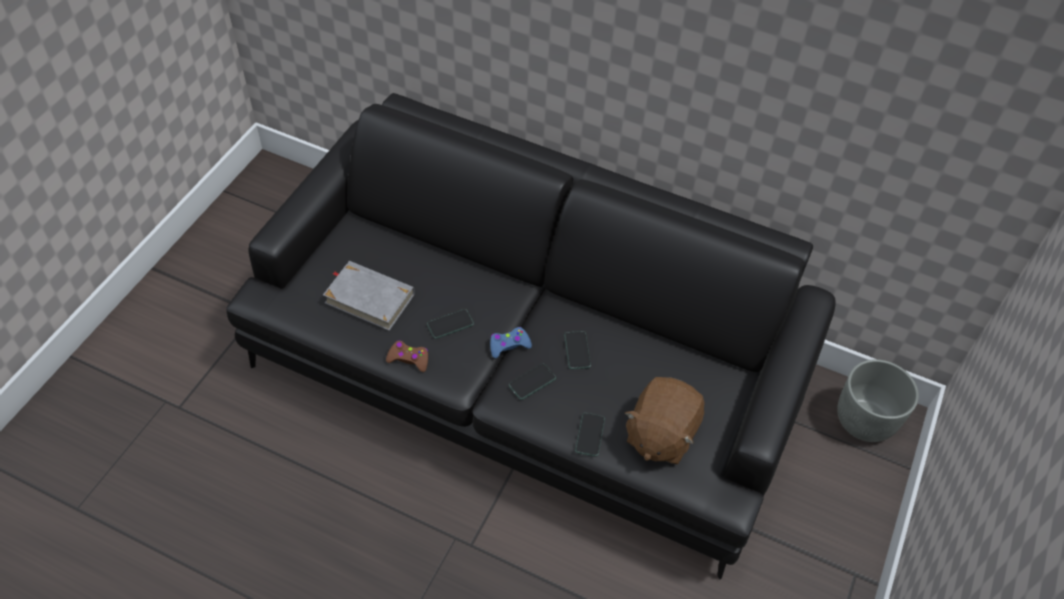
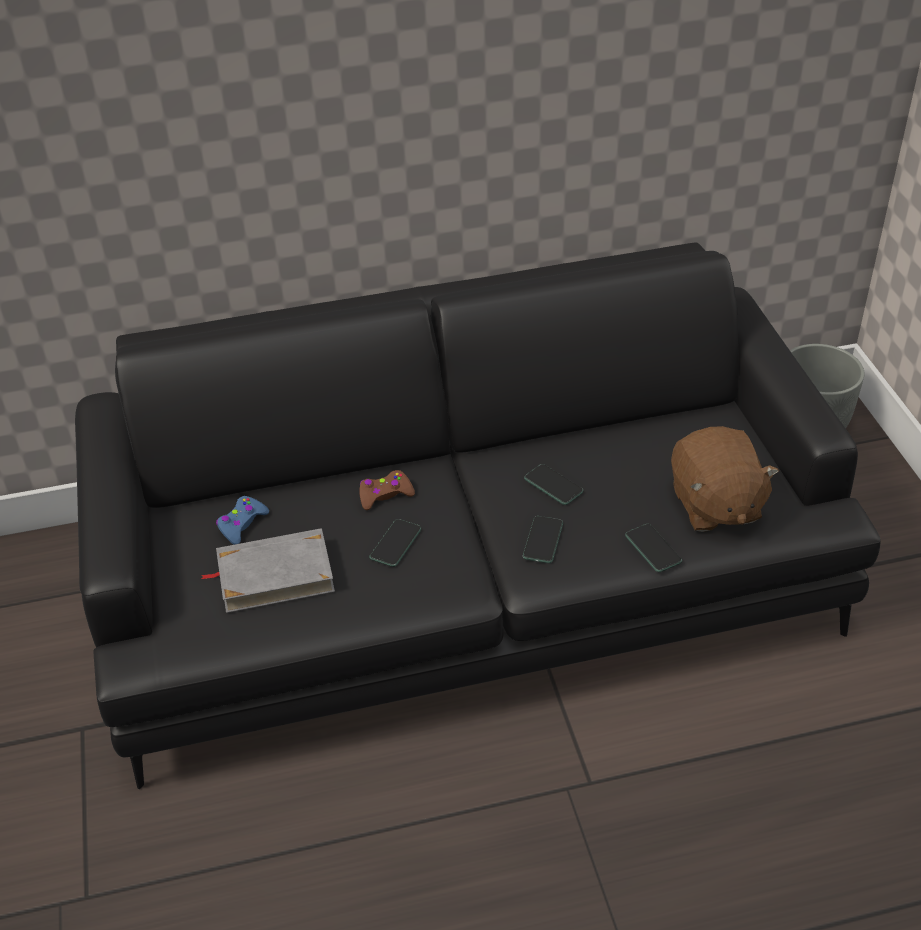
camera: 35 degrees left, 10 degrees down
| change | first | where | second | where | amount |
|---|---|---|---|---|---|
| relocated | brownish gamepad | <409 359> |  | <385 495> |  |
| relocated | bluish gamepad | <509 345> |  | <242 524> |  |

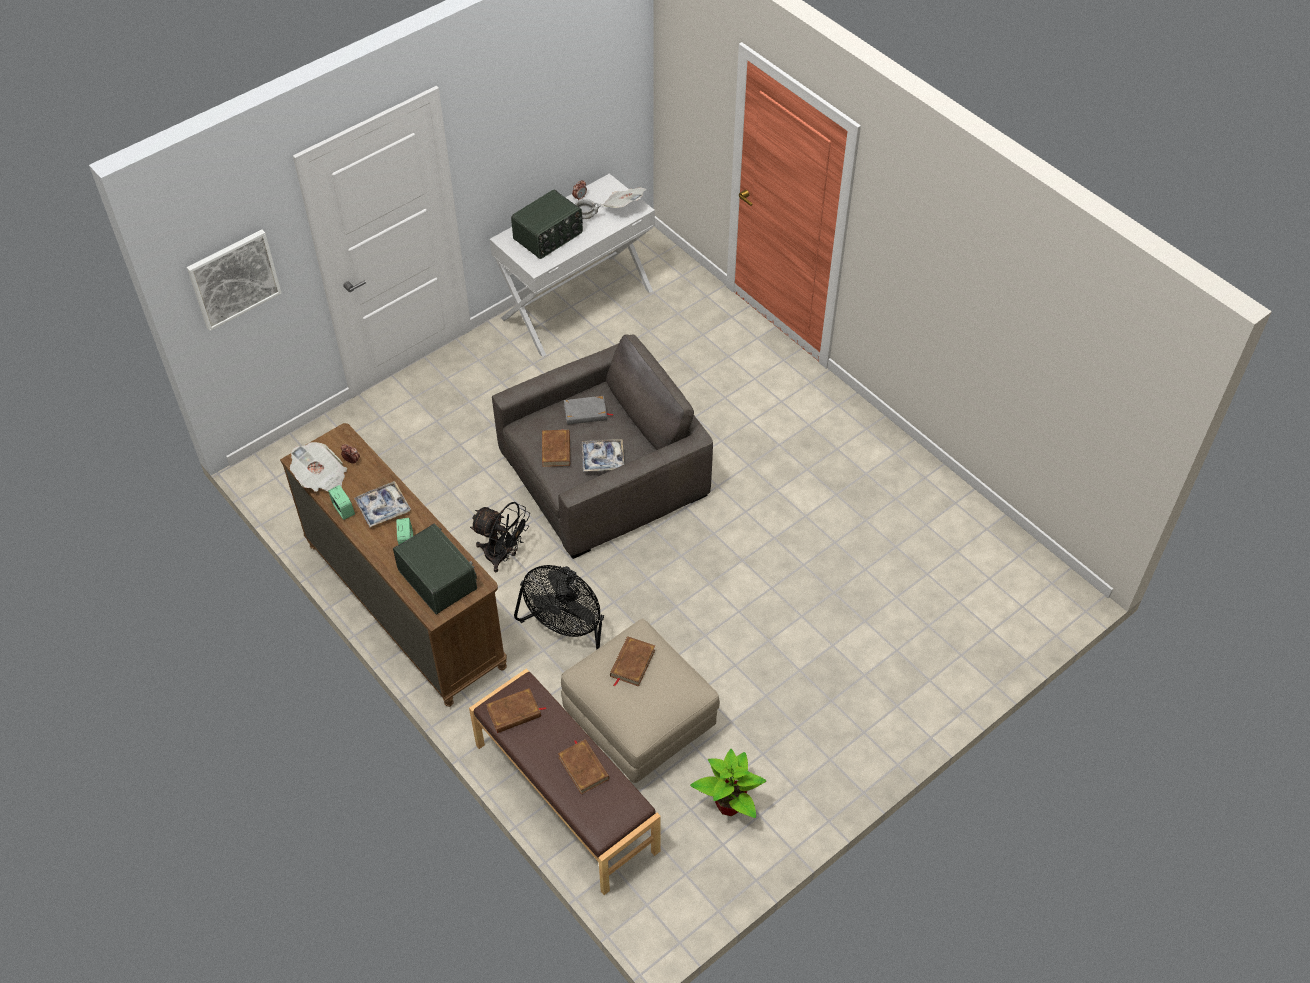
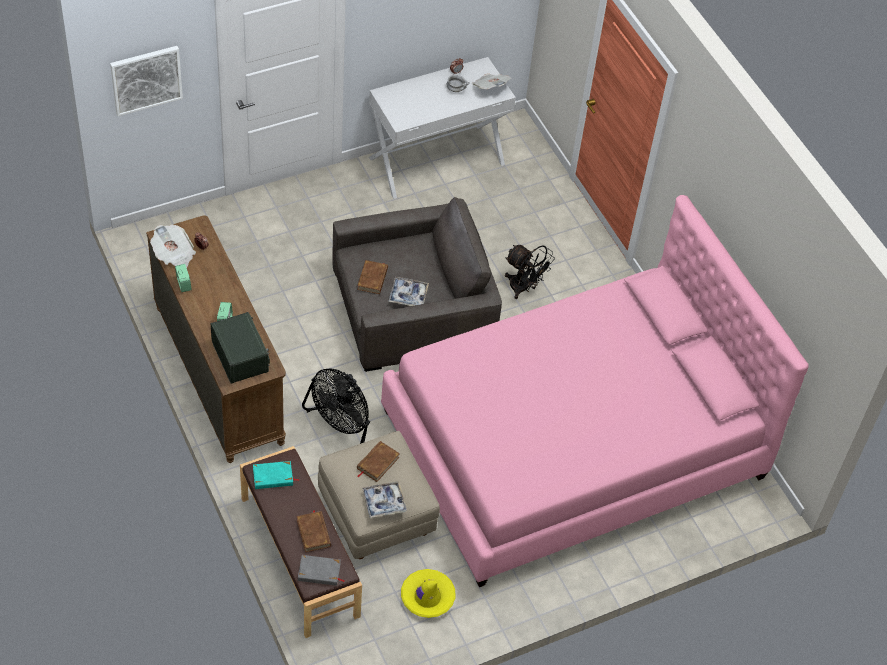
camera: 10 degrees right, 0 degrees up
| change | first | where | second | where | amount |
|---|---|---|---|---|---|
| relocated | tray | <383 508> |  | <384 502> |  |
| relocated | black-coloured cooling fan | <503 556> |  | <523 288> |  |
| colour | brownish book | <514 713> | turquoise book | <273 477> |  |
| missing | radio receiver | <549 237> |  |  |  |
| relocated | grey book | <585 413> |  | <319 572> |  |
| exchanged | houseplant | <730 805> | yellowish clothing hat | <427 597> |  |
| appeared |  |  | pink bedroom bed | <573 444> |  |

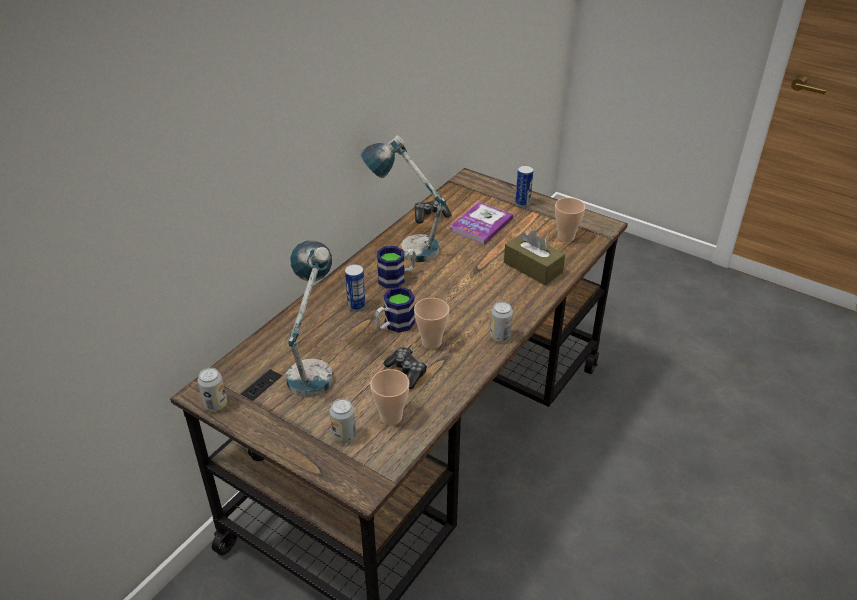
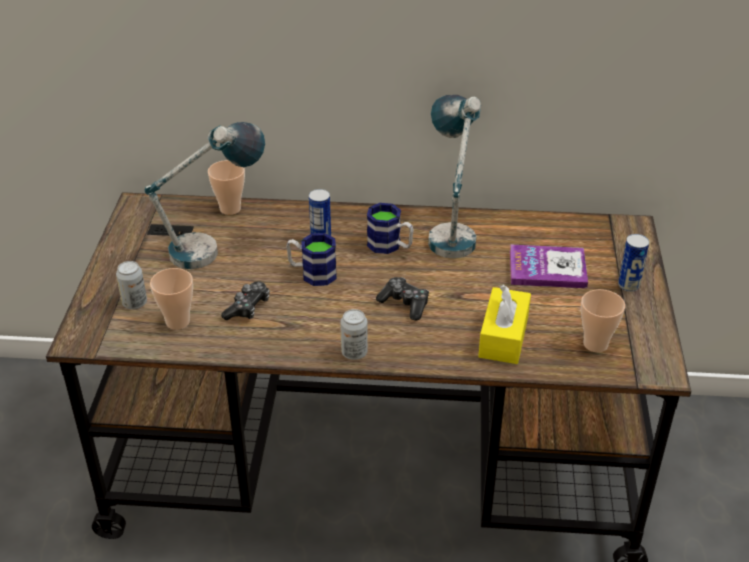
camera: 60 degrees right, 0 degrees up
| change | first | where | second | where | amount |
|---|---|---|---|---|---|
| missing | sealed can | <215 404> |  |  |  |
| relocated | drinking cup | <431 342> |  | <230 209> |  |
| relocated | gamepad | <430 215> |  | <405 304> |  |
| colour | brownish tissue holder | <533 268> | yellowish tissue holder | <503 337> |  |

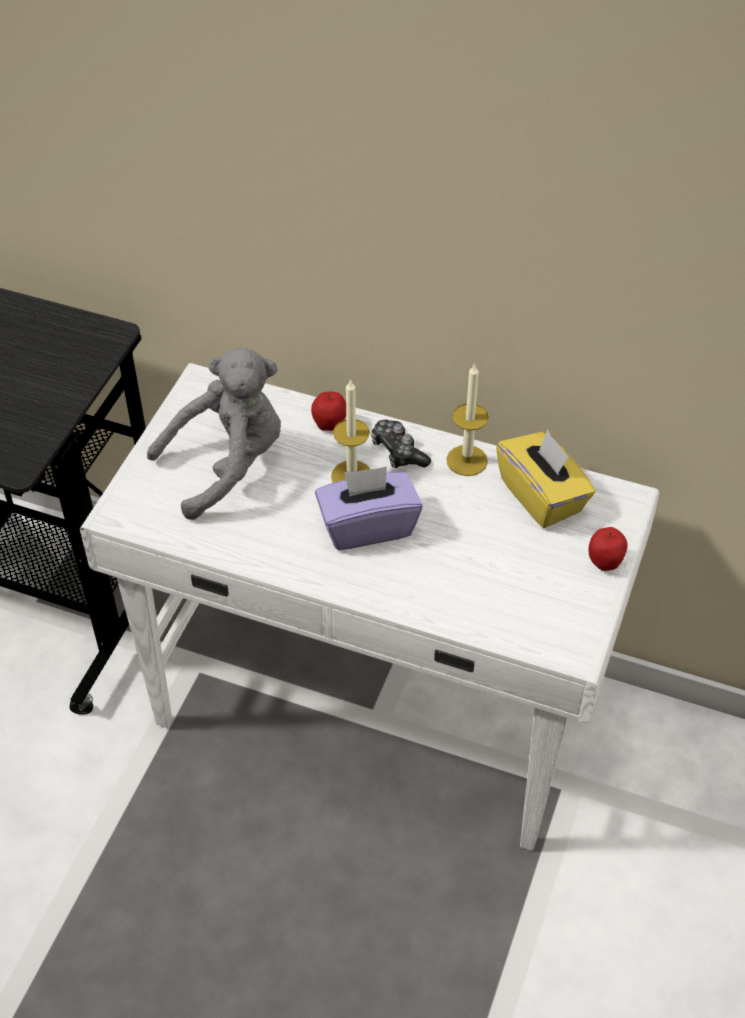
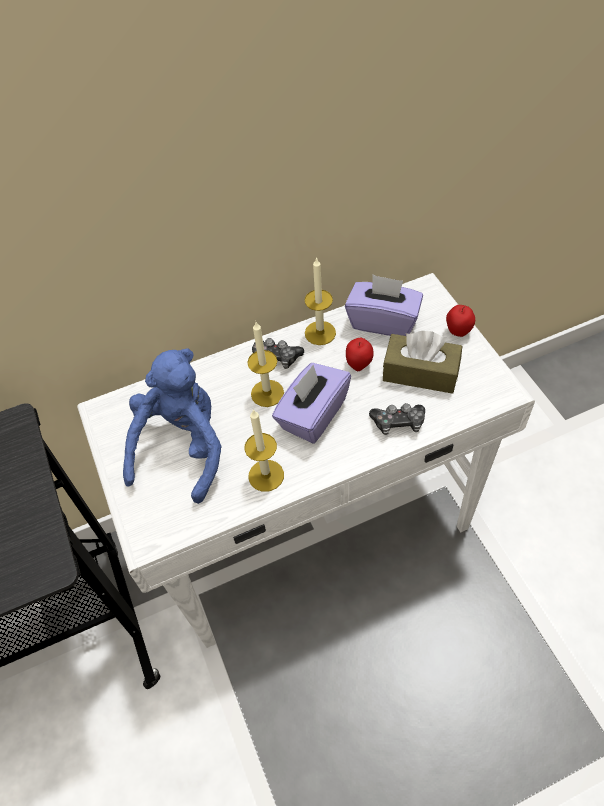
camera: 40 degrees left, 5 degrees up
| change | first | where | second | where | amount |
|---|---|---|---|---|---|
| colour | grey soft toy | <228 465> | bluish soft toy | <182 447> |  |
| relocated | whole apple | <330 426> |  | <359 365> |  |
| colour | yellowish tissue holder | <542 496> | purplish tissue holder | <383 321> |  |
| appeared |  |  | wax light | <266 475> |  |
| appeared |  |  | gamepad | <398 423> |  |
| appeared |  |  | brownish tissue holder | <420 373> |  |

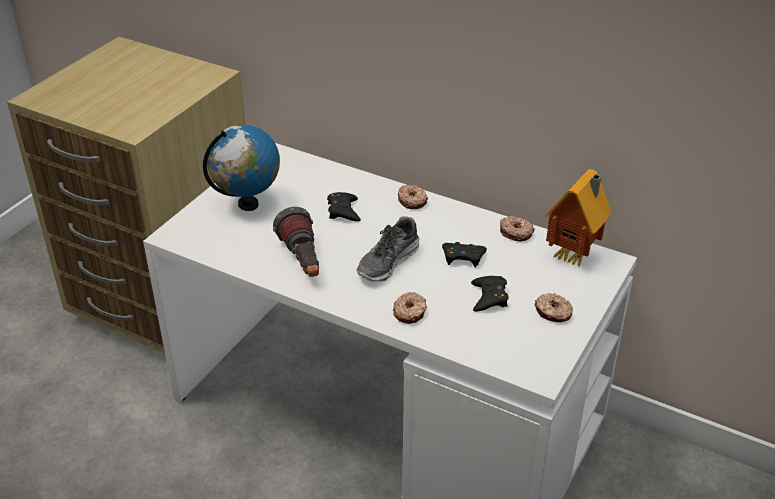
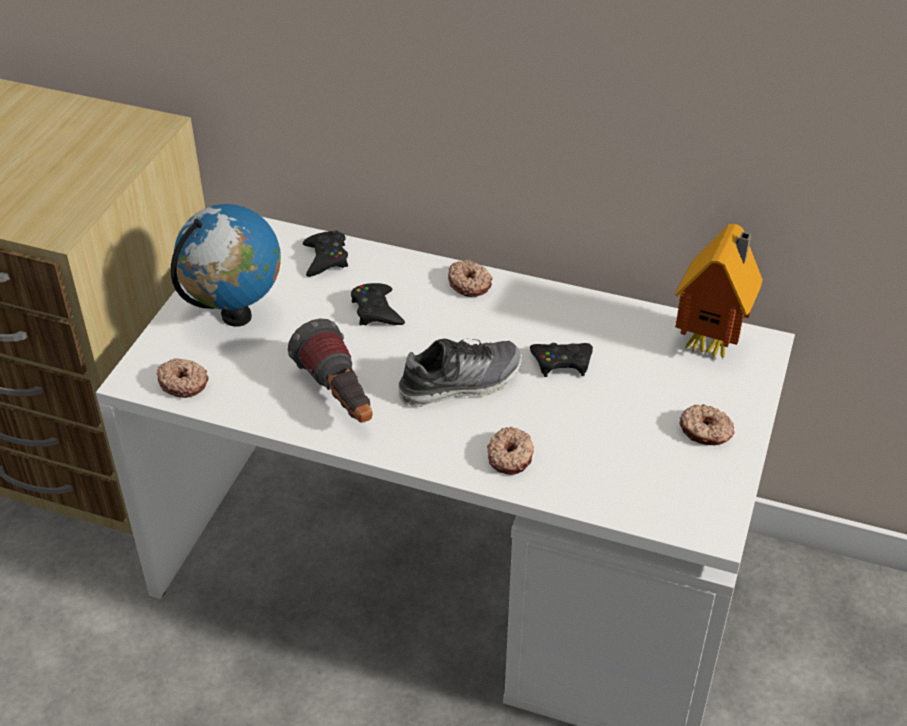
camera: 10 degrees left, 5 degrees up
| change | first | where | second | where | amount |
|---|---|---|---|---|---|
| spun | shoe | <388 262> |  | <460 383> | 135 degrees counterclockwise |
| relocated | black-coloured gamepad | <489 297> |  | <326 258> |  |
| relocated | doughnut | <516 232> |  | <183 383> |  |

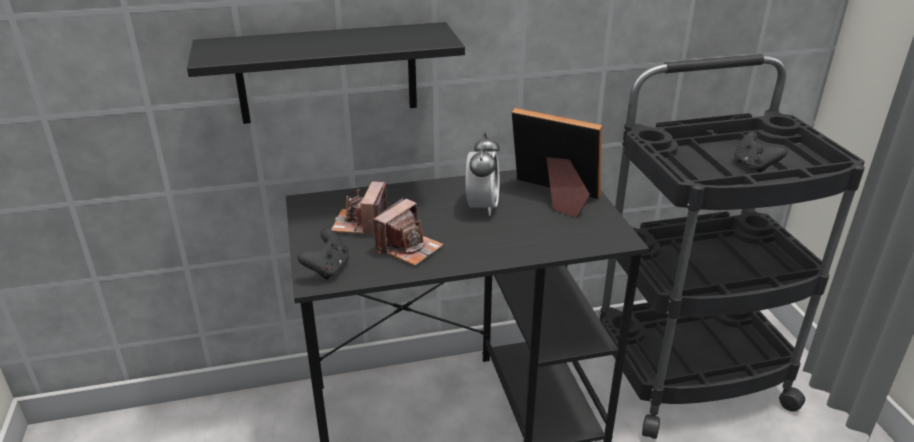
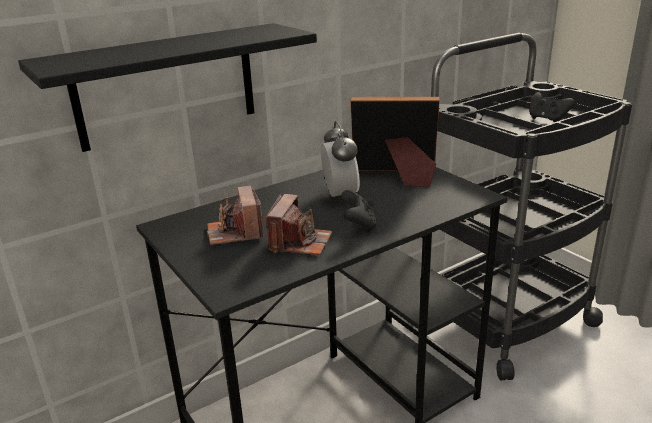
camera: 20 degrees left, 5 degrees down
| change | first | where | second | where | amount |
|---|---|---|---|---|---|
| relocated | black-coloured gamepad | <327 269> |  | <359 225> |  |

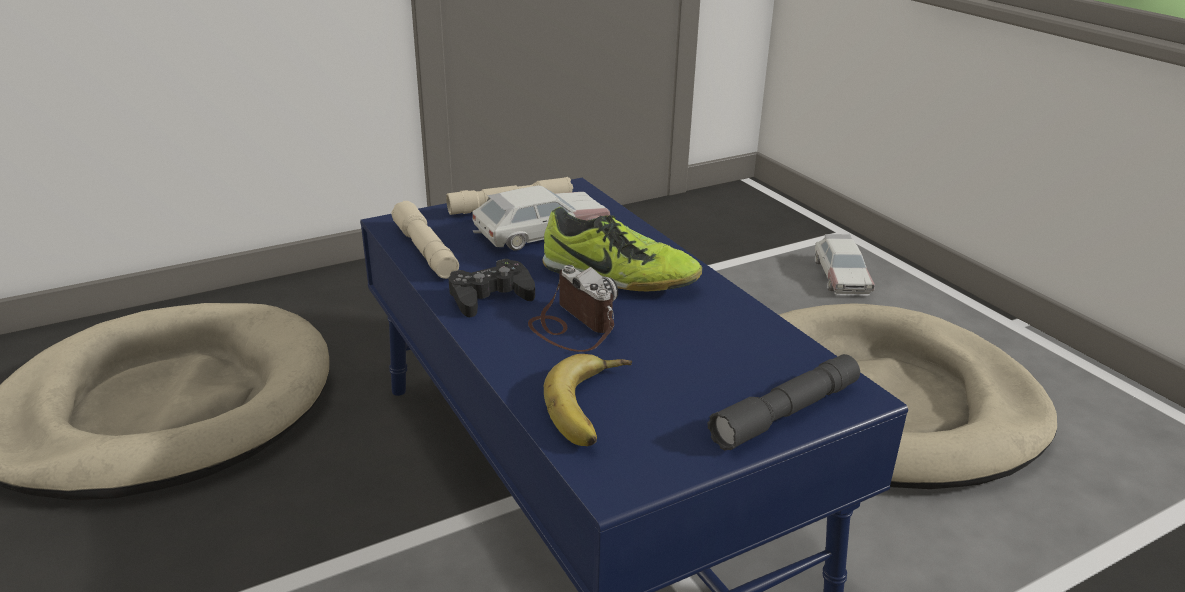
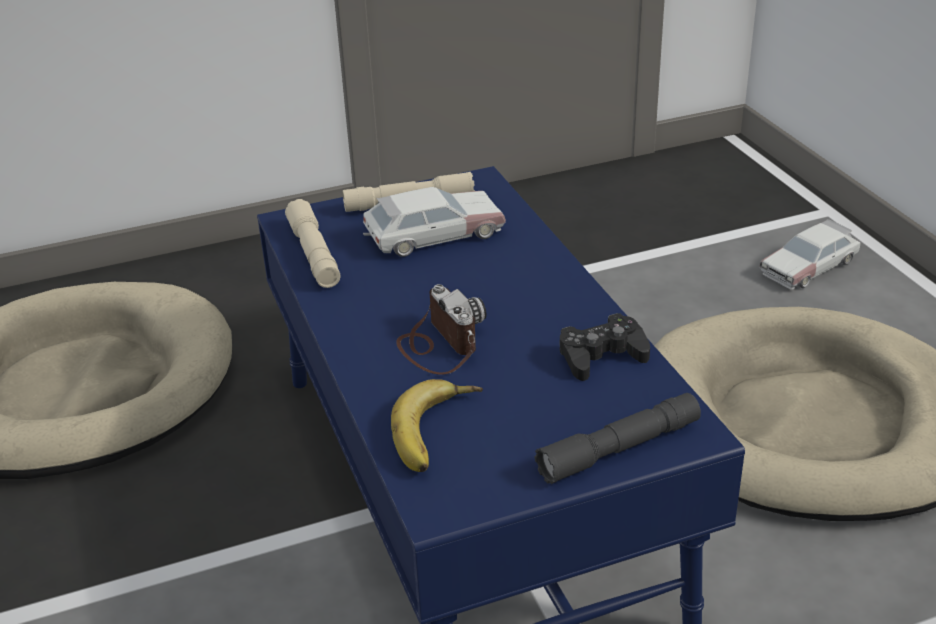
camera: 10 degrees right, 5 degrees up
| change | first | where | second | where | amount |
|---|---|---|---|---|---|
| relocated | black-coloured gamepad | <490 297> |  | <601 356> |  |
| missing | shoe | <618 278> |  |  |  |
| spun | miniature car | <841 276> |  | <809 266> | 45 degrees clockwise |

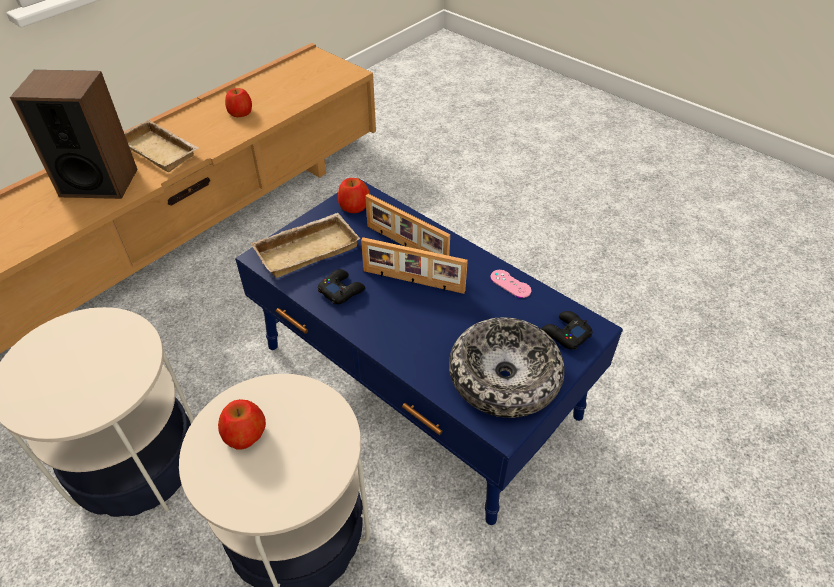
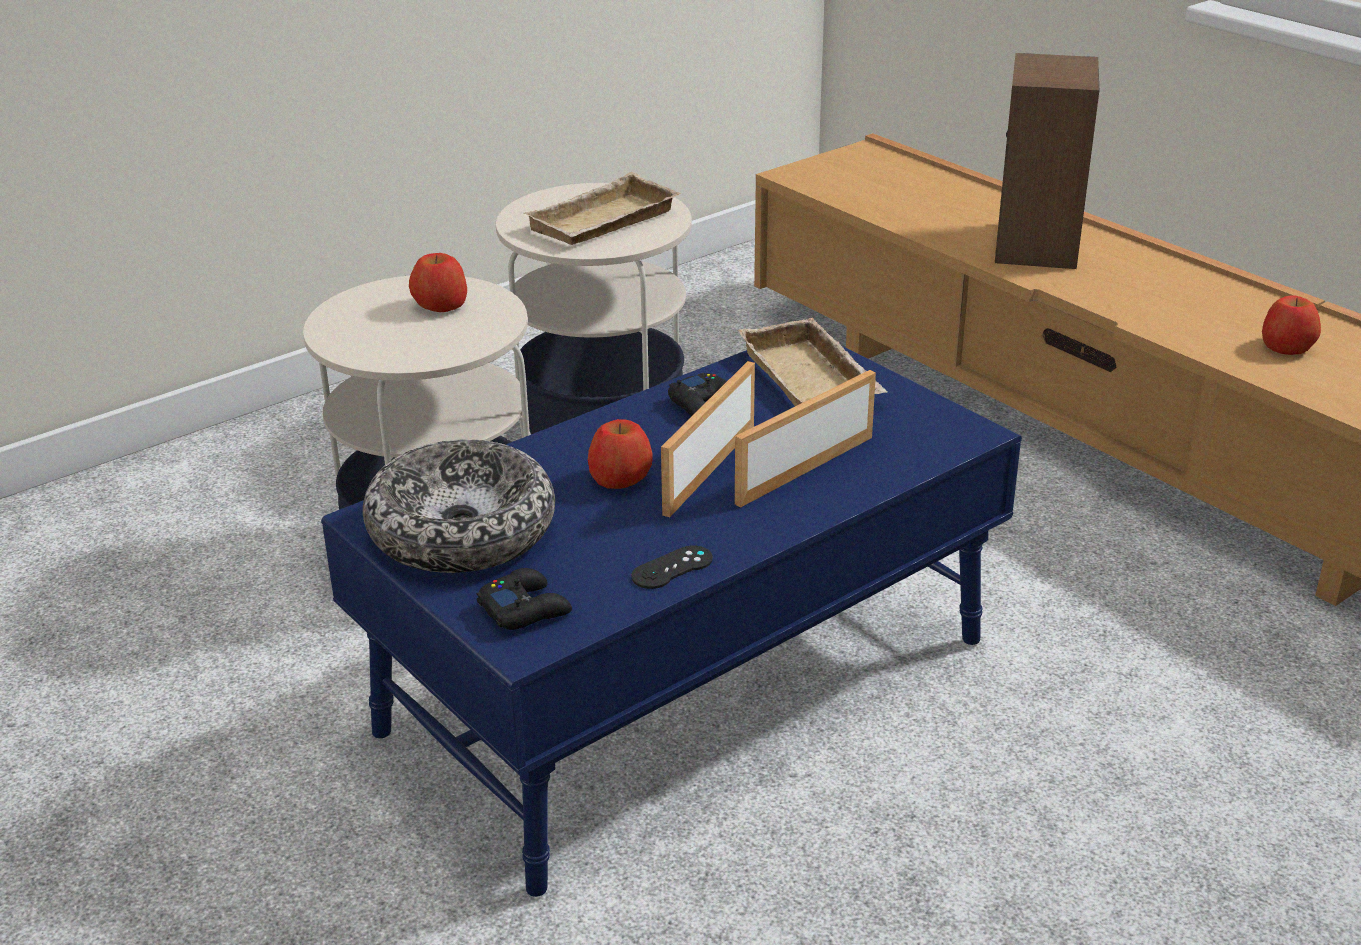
camera: 100 degrees right, 15 degrees down
| change | first | where | second | where | amount |
|---|---|---|---|---|---|
| relocated | sand-coloured tray | <162 150> |  | <604 223> |  |
| relocated | whole apple | <354 206> |  | <620 479> |  |
| colour | pink gamepad | <510 284> | black-coloured gamepad | <672 568> |  |

